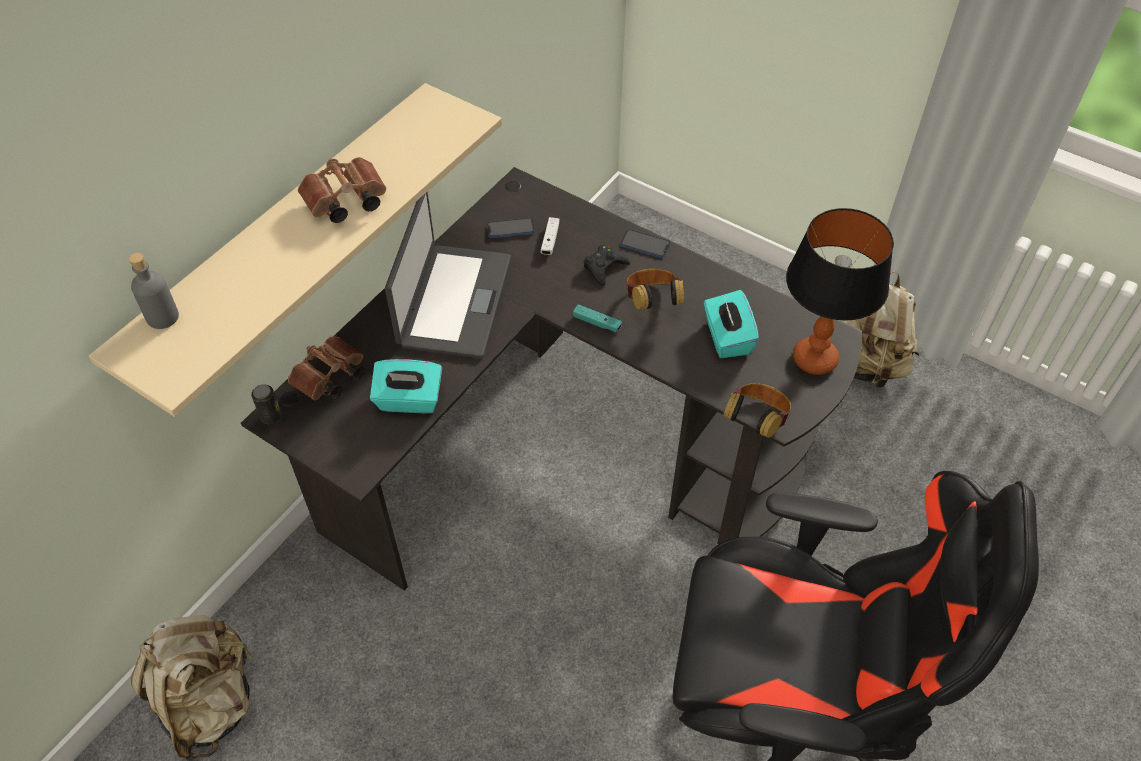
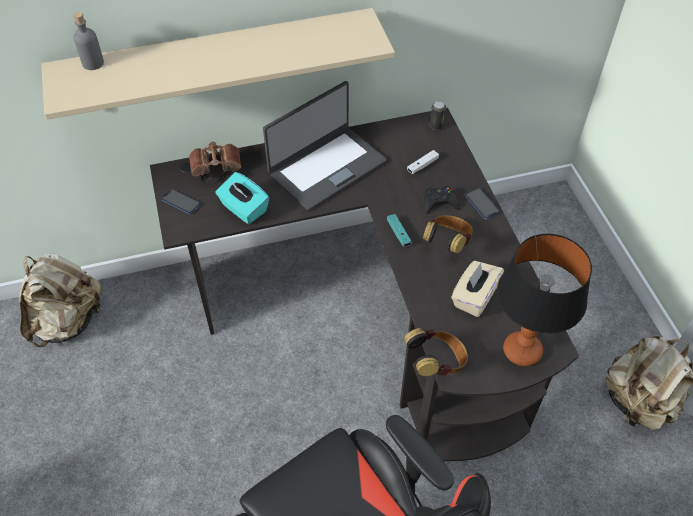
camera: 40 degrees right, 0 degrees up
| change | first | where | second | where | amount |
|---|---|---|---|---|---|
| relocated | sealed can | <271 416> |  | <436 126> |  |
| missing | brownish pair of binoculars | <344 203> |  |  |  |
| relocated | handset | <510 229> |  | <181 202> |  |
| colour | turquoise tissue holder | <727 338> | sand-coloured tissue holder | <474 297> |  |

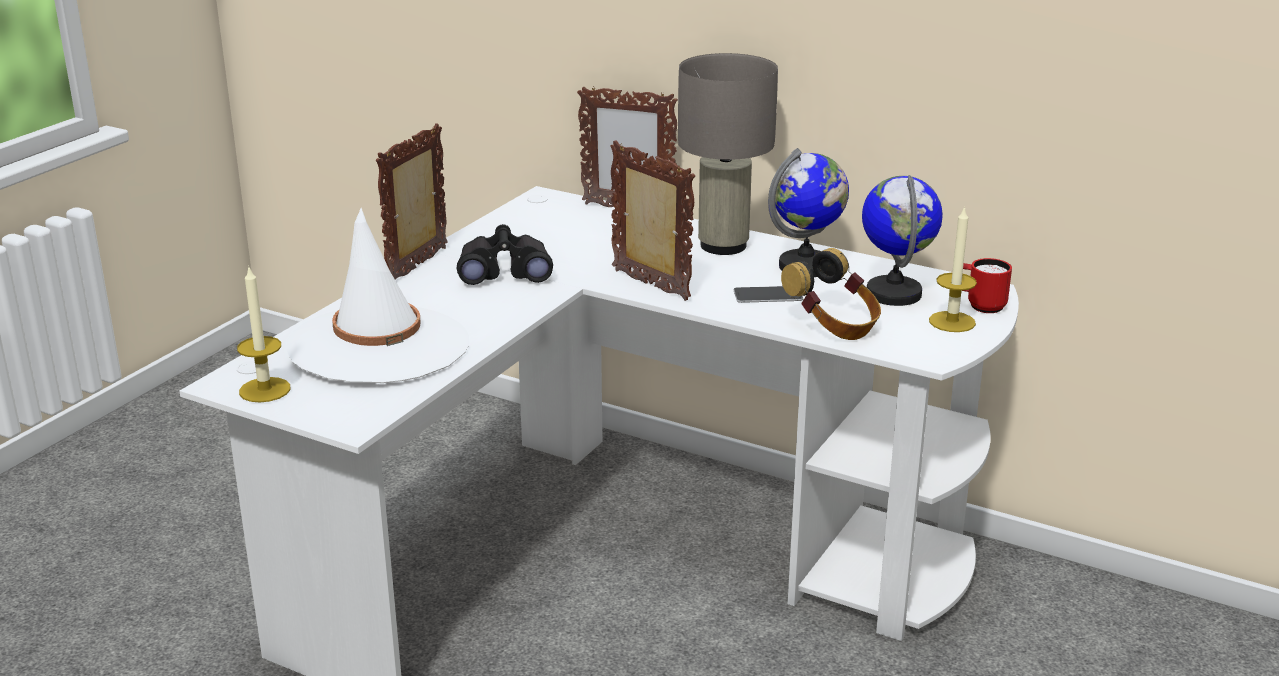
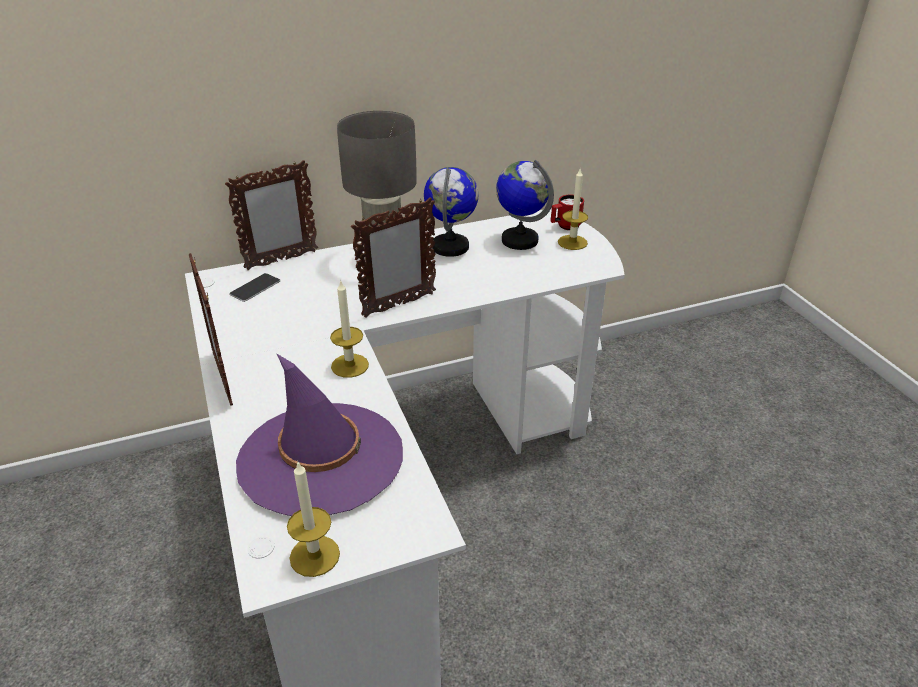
camera: 50 degrees left, 10 degrees up
| change | first | where | second | where | amount |
|---|---|---|---|---|---|
| colour | white-coloured clothing hat | <379 345> | purplish clothing hat | <321 458> |  |
| missing | black-coloured pair of binoculars | <505 272> |  |  |  |
| spun | photo frame | <650 286> |  | <398 305> | 150 degrees clockwise |
| relocated | handset | <768 295> |  | <255 287> |  |
| missing | headset | <834 326> |  |  |  |
| appeared |  |  | wax light | <350 365> |  |

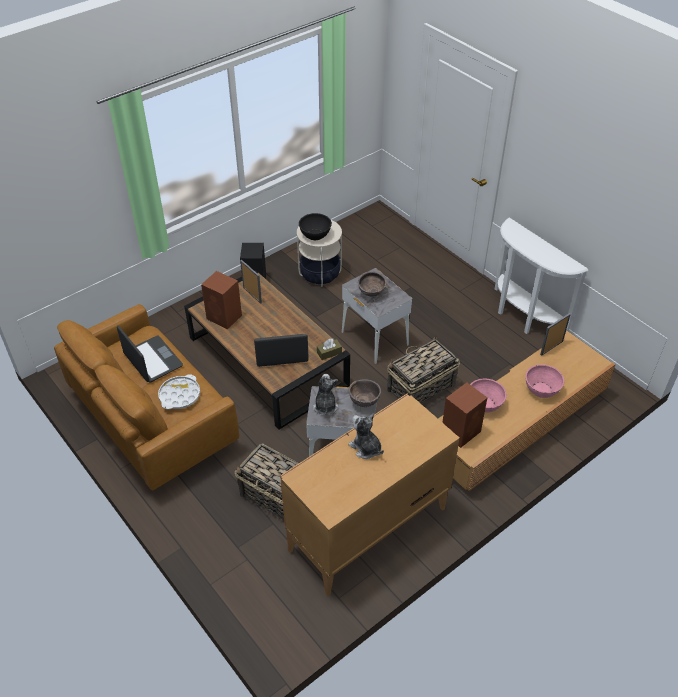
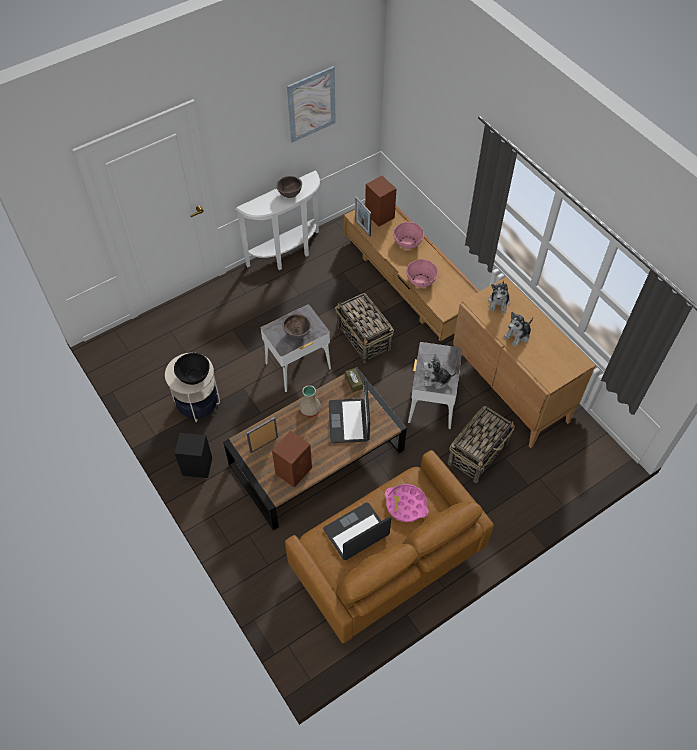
camera: 85 degrees left, 10 degrees up
| change | first | where | second | where | amount |
|---|---|---|---|---|---|
| colour | white-coloured tray | <179 395> | pink tray | <406 505> |  |
| relocated | brownish serving bowl | <364 402> |  | <290 195> |  |
| relocated | brownish audio speaker | <461 431> |  | <379 215> |  |
| appeared |  |  | wall picture | <311 104> |  |
| appeared |  |  | sand-coloured flower vase | <310 409> |  |
| appeared |  |  | soft toy | <499 302> |  |

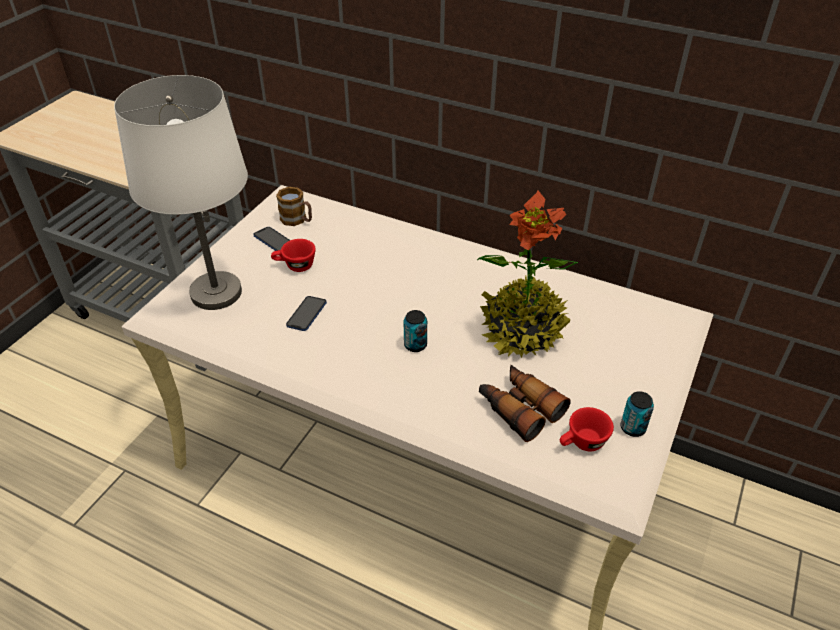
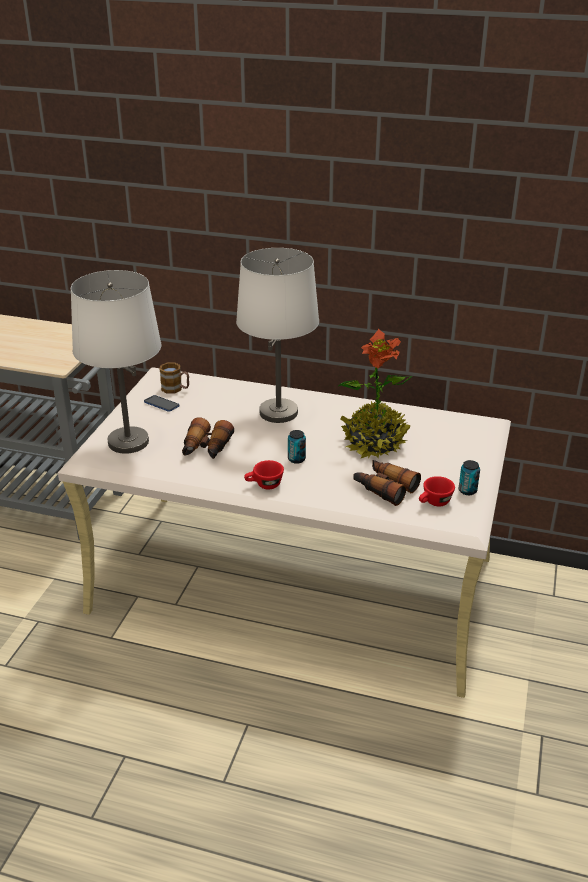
camera: 10 degrees left, 10 degrees down
| change | first | where | second | where | amount |
|---|---|---|---|---|---|
| relocated | red-coloured drinking cup | <295 266> |  | <264 485> |  |
| exchanged | handset | <306 314> | pair of binoculars | <206 448> |  |
| appeared |  |  | white-coloured tabletop lamp | <278 412> |  |

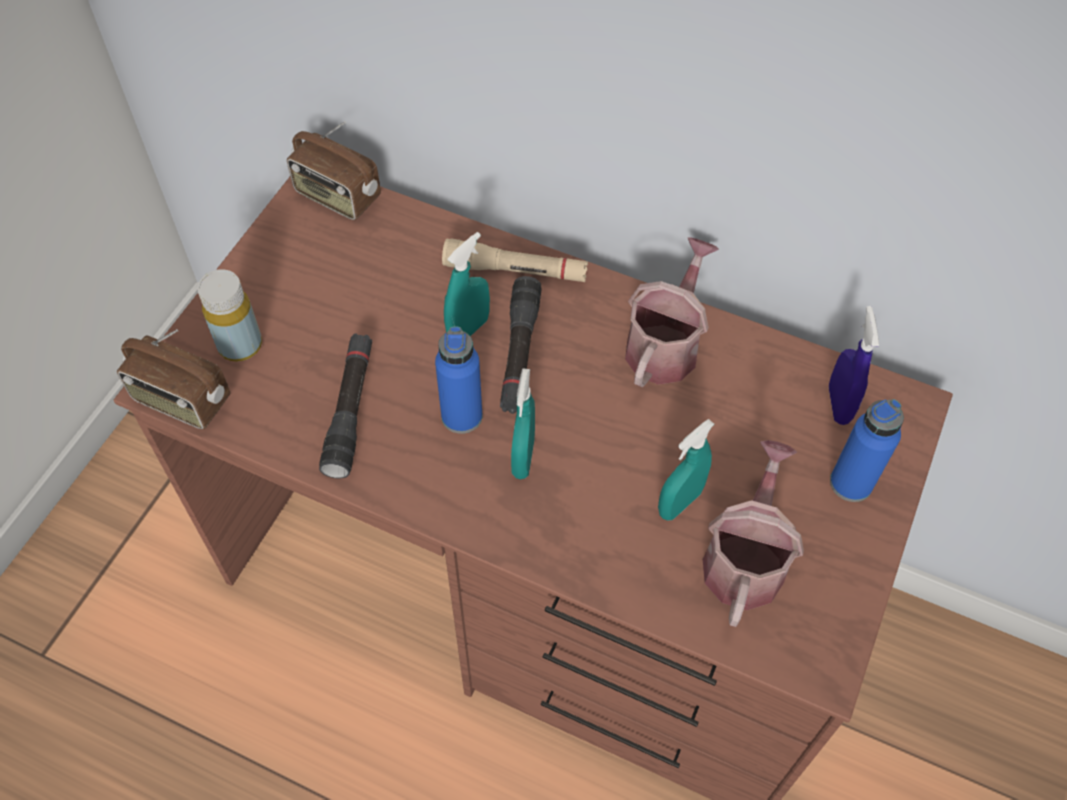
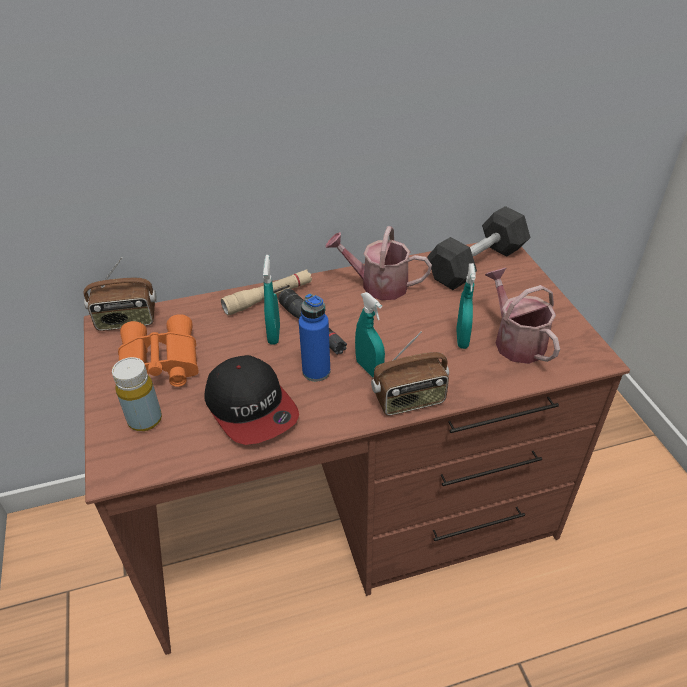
camera: 40 degrees left, 15 degrees down
| change | first | where | second | where | amount |
|---|---|---|---|---|---|
| relocated | radio receiver | <181 401> |  | <409 400> |  |
| exchanged | black-coloured flashlight | <350 410> | baseball cap | <251 407> |  |
| spun | sprinkling can | <665 344> |  | <378 285> | 60 degrees counterclockwise |
| exchanged | bluish spray bottle | <838 404> | black-coloured dumbbell | <477 264> |  |
| missing | bluish drink bottle | <851 483> |  |  |  |
| appeared |  |  | orange pair of binoculars | <157 364> |  |

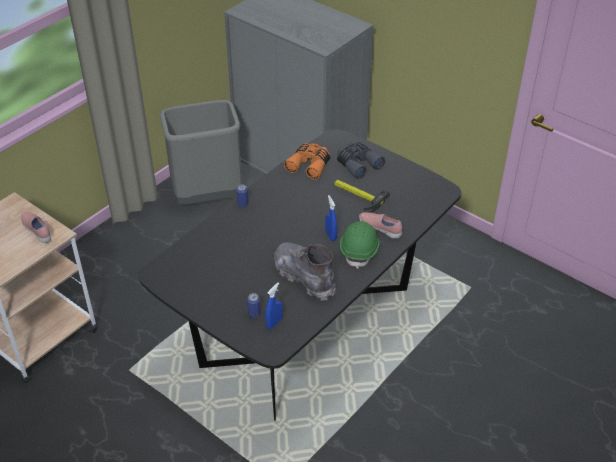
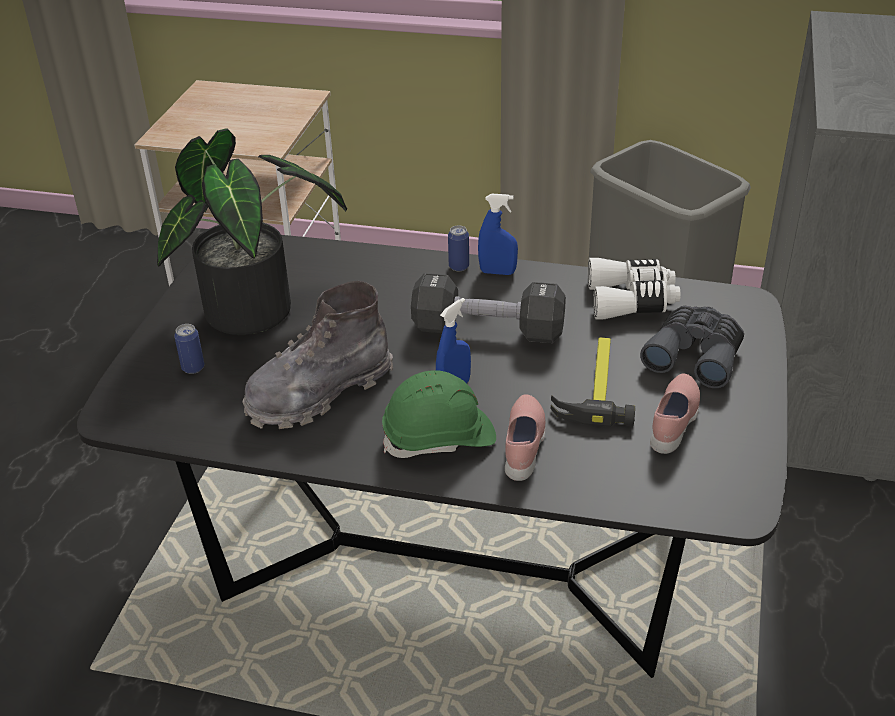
camera: 65 degrees right, 5 degrees down
| change | first | where | second | where | amount |
|---|---|---|---|---|---|
| relocated | pink shoe | <38 231> |  | <675 423> |  |
| relocated | bluish spray bottle | <274 323> |  | <497 272> |  |
| spun | grey boot | <304 276> |  | <319 393> | 150 degrees counterclockwise |
| colour | orange pair of binoculars | <309 165> | white-coloured pair of binoculars | <631 300> |  |
| appeared |  |  | houseplant | <259 312> |  |
| appeared |  |  | black-coloured dumbbell | <488 330> |  |

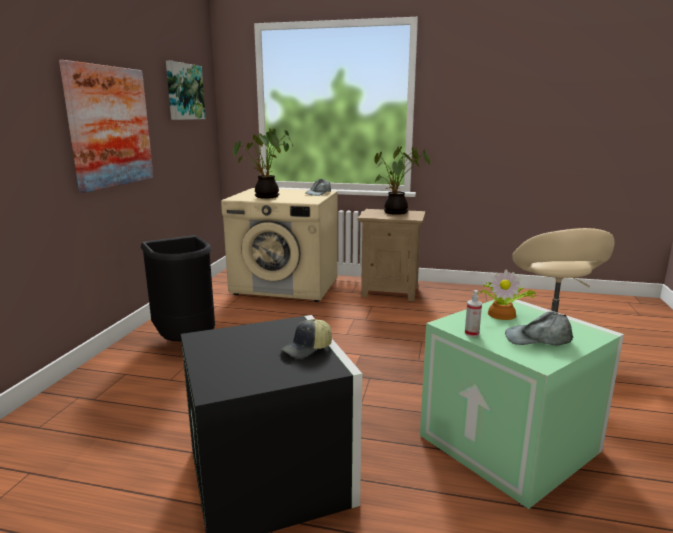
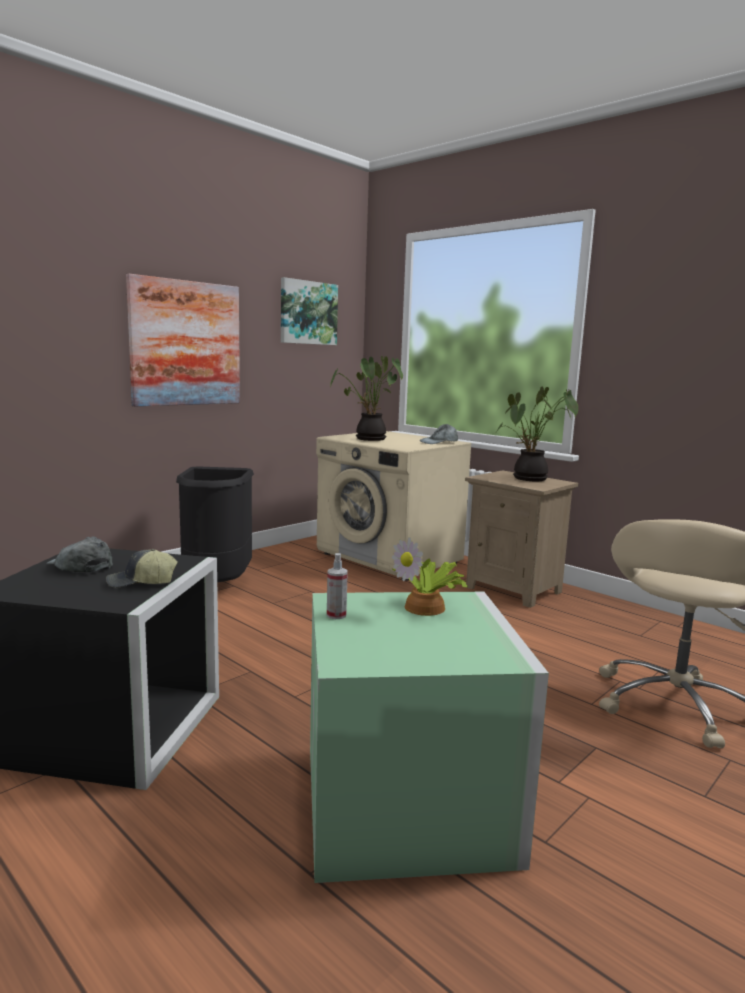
camera: 30 degrees right, 5 degrees down
| change | first | where | second | where | amount |
|---|---|---|---|---|---|
| relocated | grey baseball cap | <538 338> |  | <80 565> |  |

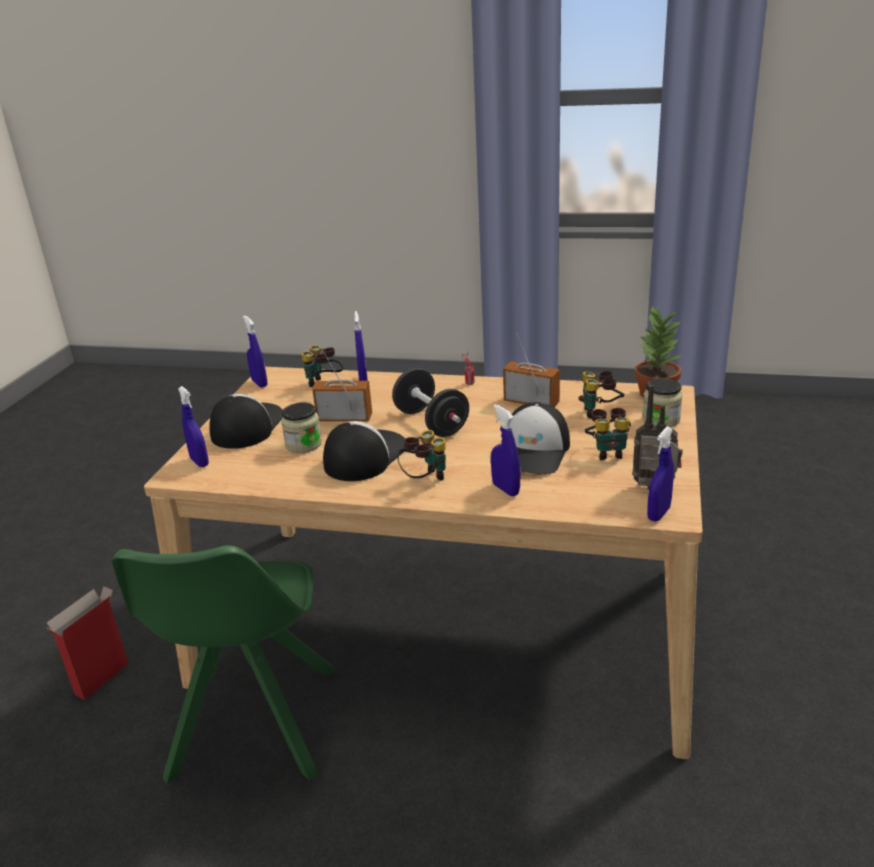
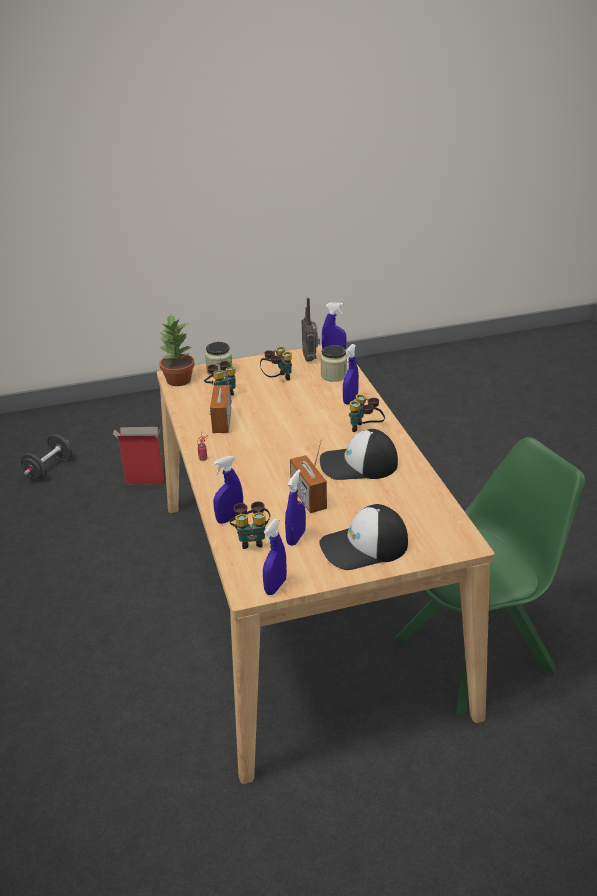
camera: 120 degrees left, 5 degrees up
| change | first | where | second | where | amount |
|---|---|---|---|---|---|
| relocated | carton | <103 678> |  | <144 481> |  |
| relocated | bluish spray bottle | <199 462> |  | <296 538> |  |
| relocated | storage jar | <303 444> |  | <334 375> |  |
| relocated | black-coloured dumbbell | <431 423> |  | <49 469> |  |
| missing | baseball cap | <533 452> |  |  |  |

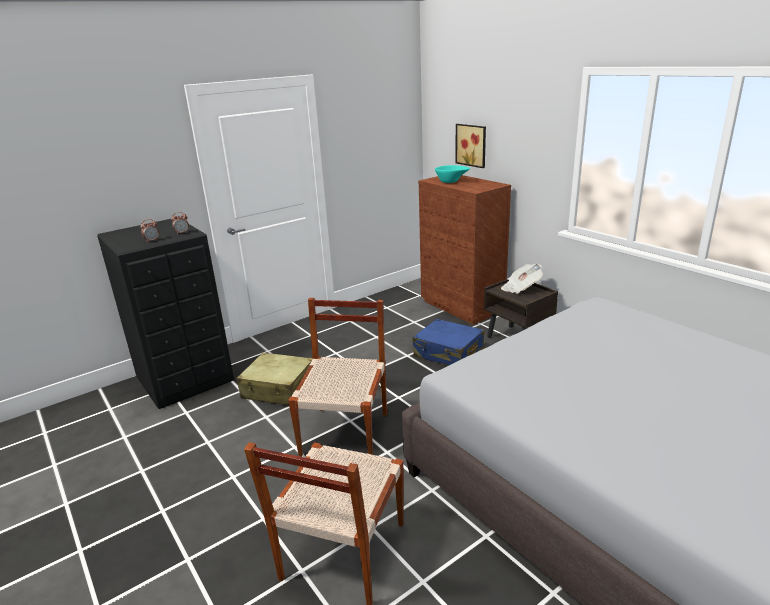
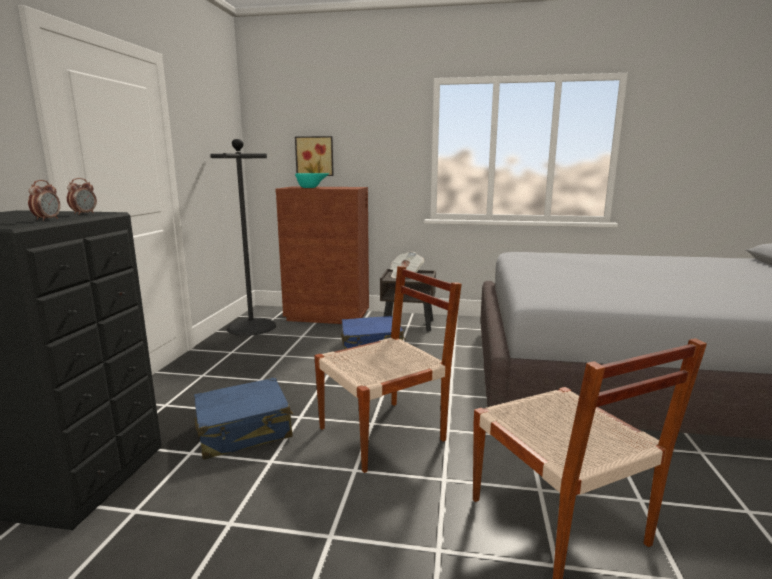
camera: 45 degrees left, 10 degrees down
| change | first | where | second | where | amount |
|---|---|---|---|---|---|
| colour | sand-coloured suitcase | <279 389> | bluish suitcase | <244 431> |  |
| spun | upright chair | <346 432> |  | <385 433> | 90 degrees clockwise |
| appeared |  |  | black-coloured garment stand | <251 327> |  |

